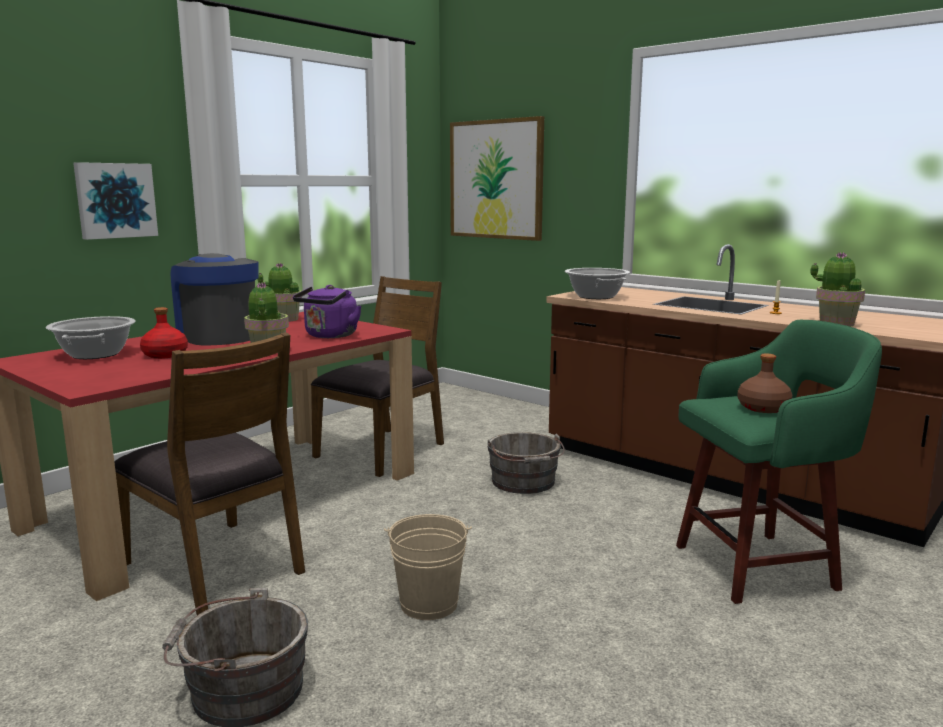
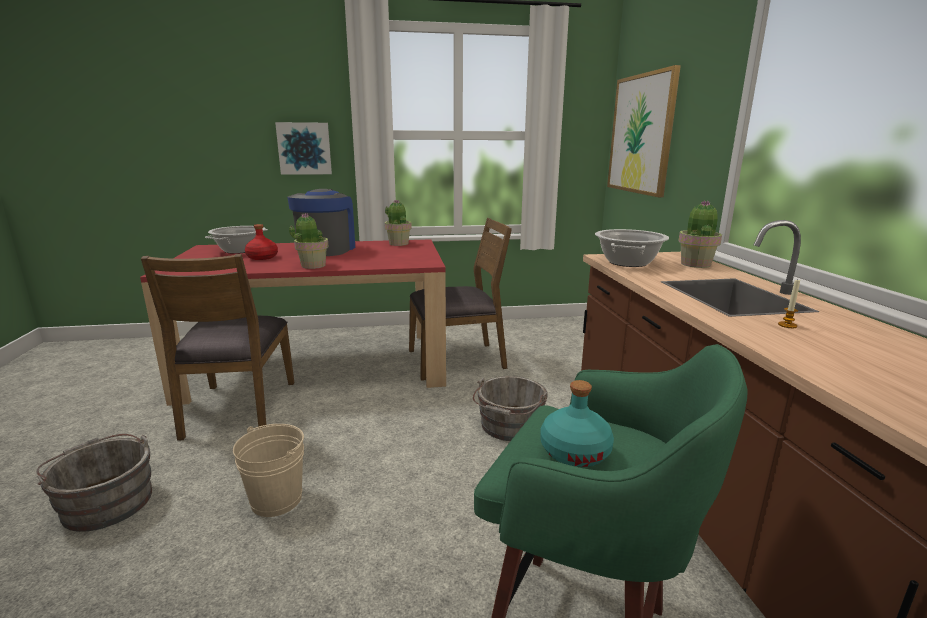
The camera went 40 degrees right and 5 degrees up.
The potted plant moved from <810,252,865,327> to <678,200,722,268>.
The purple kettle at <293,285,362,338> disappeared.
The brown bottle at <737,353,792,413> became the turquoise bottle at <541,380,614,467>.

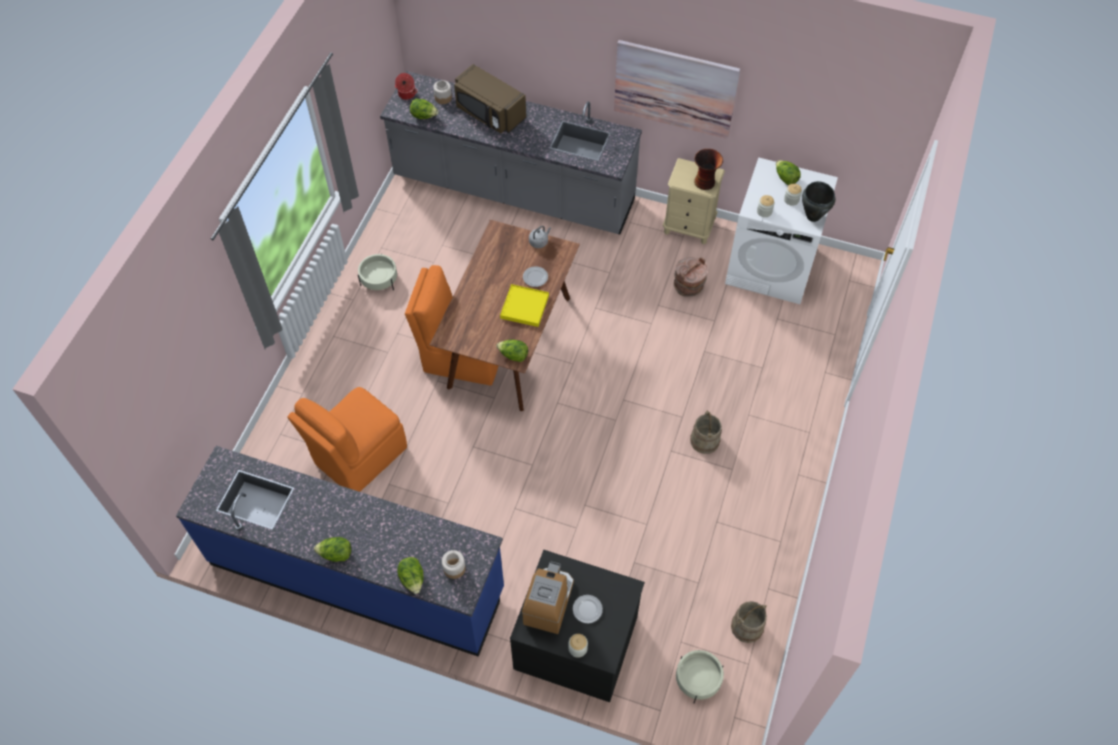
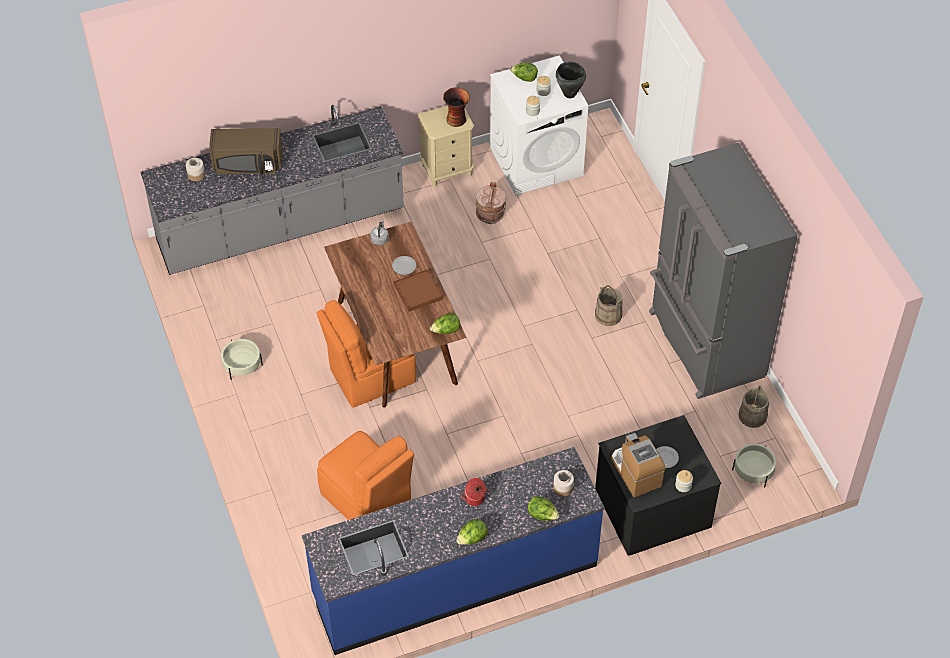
The camera went 40 degrees left and 5 degrees down.
The picture at <614,40,740,139> disappeared.
The cooking pot moved from <395,73,417,100> to <461,478,489,506>.
The lettuce at <410,99,438,119> disappeared.
The yellow tray at <500,284,549,327> became the brown tray at <393,269,443,312>.
The orange chair at <288,387,407,492> turned 45 degrees counterclockwise.
The grey fridge at <649,142,798,399> appeared.

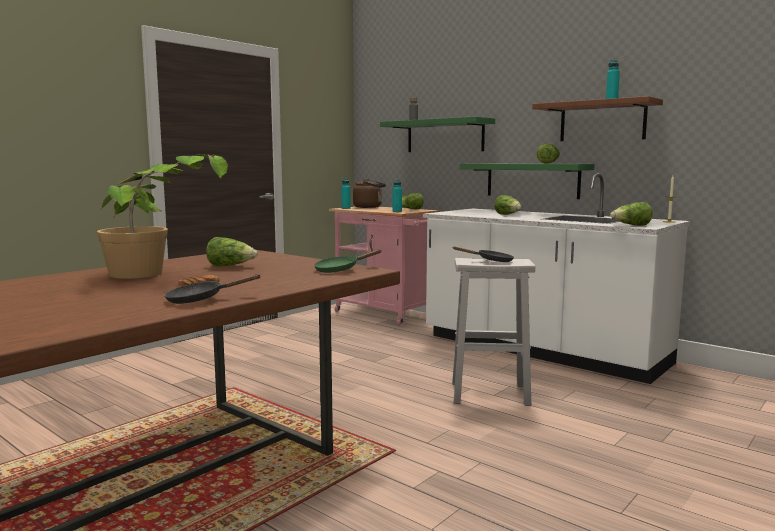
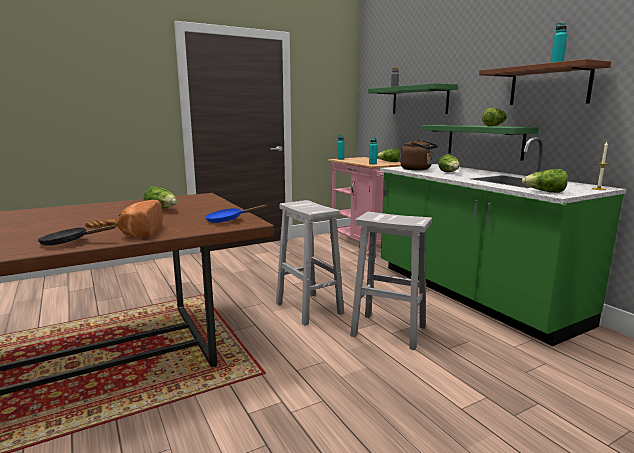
The camera went 20 degrees right and 5 degrees up.
The potted plant at <97,154,228,279> disappeared.
The white counter at <423,173,690,384> became the green counter at <380,137,626,346>.
The brown kettle moved from <353,179,386,208> to <400,139,438,170>.
The black frying pan at <453,247,514,262> disappeared.
The green frying pan at <314,249,381,273> became the blue frying pan at <205,205,268,223>.
The bread at <117,200,163,238> appeared.
The white stool at <276,200,344,326> appeared.

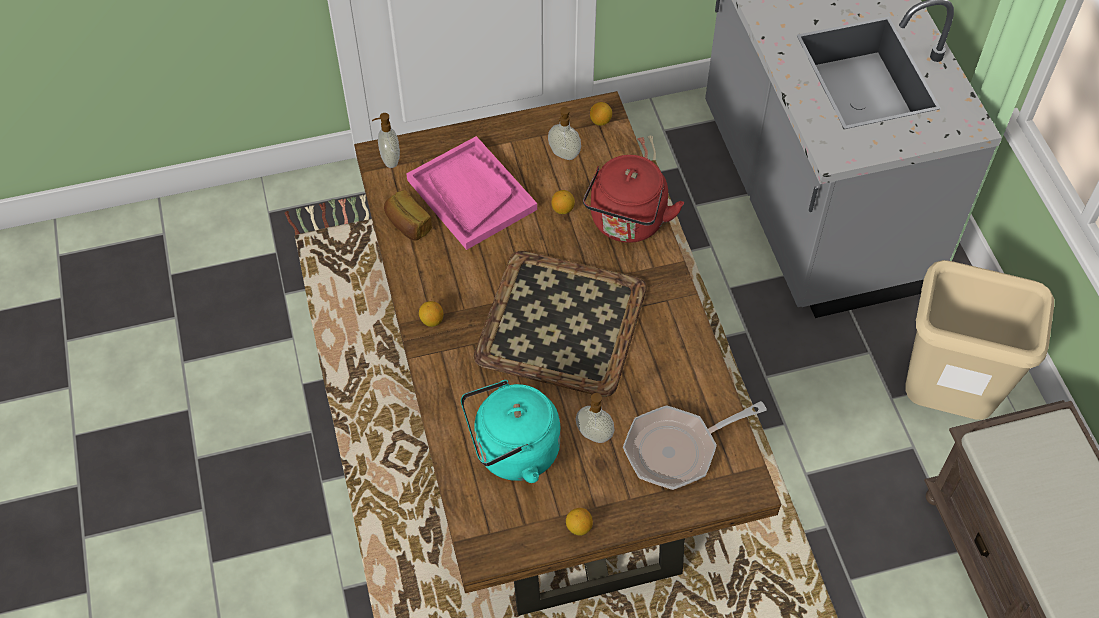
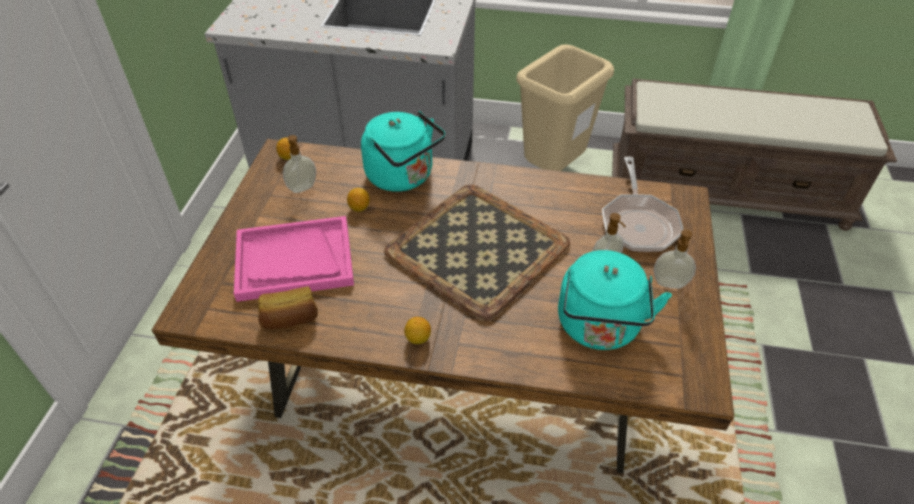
The camera went 65 degrees left and 10 degrees down.
The soap dispenser moved from <372,113,400,168> to <654,230,696,289>.
The red kettle at <583,155,684,243> became the turquoise kettle at <361,111,445,192>.
The lemon at <566,508,593,536> disappeared.

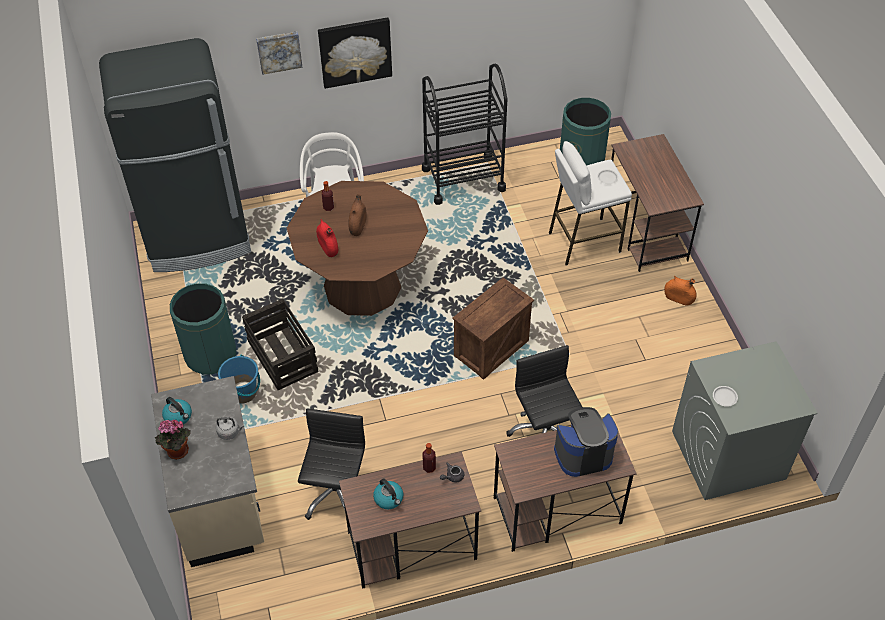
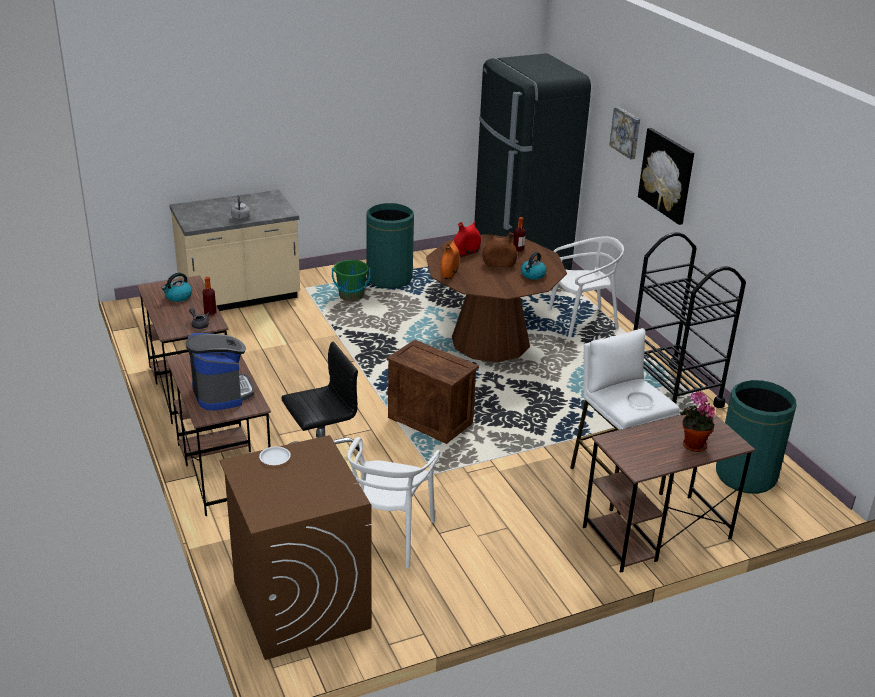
The camera went 80 degrees right and 20 degrees down.
The orange vase moved from <664,276,697,306> to <440,240,459,279>.
The crate at <242,299,319,390> disappeared.
The grey washing machine at <672,341,818,500> became the brown washing machine at <219,435,371,660>.
The blue bucket at <218,355,260,404> became the green bucket at <332,260,371,301>.
The kettle moved from <162,397,192,424> to <521,252,547,280>.
The black office chair at <298,408,365,520> disappeared.
The potted plant moved from <155,419,191,460> to <680,391,715,452>.
The white chair at <347,437,440,568> appeared.

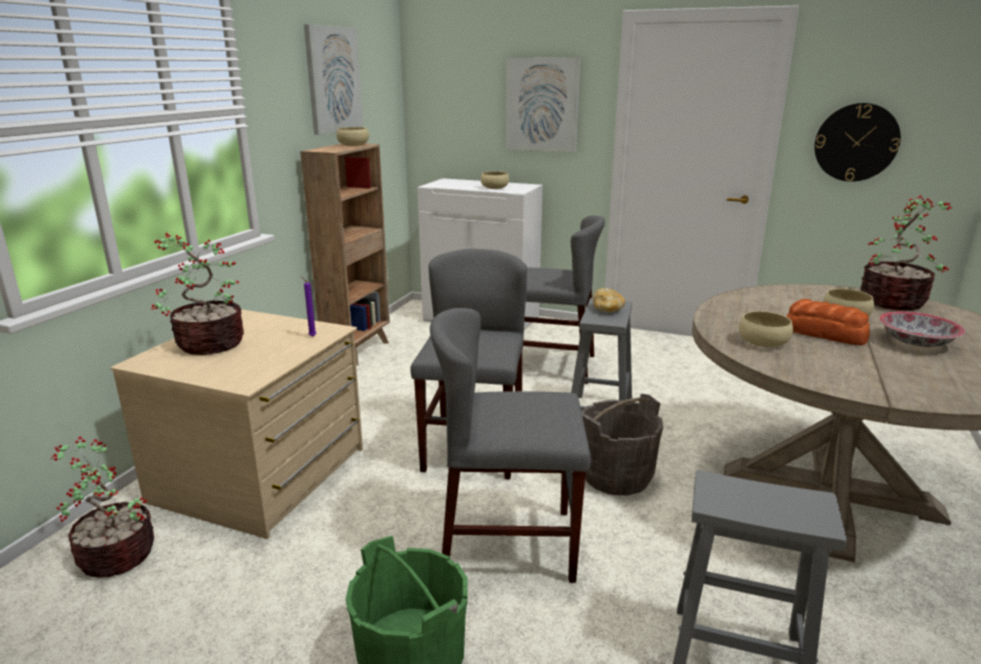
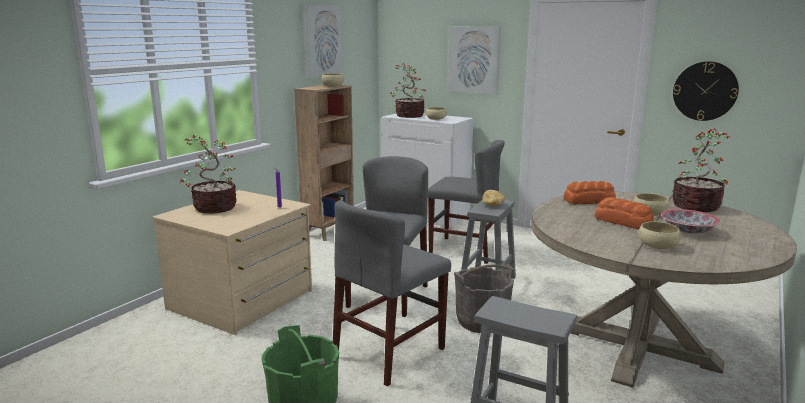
The camera went 10 degrees right and 5 degrees down.
The grey chair at <430,308,591,583> turned 60 degrees counterclockwise.
The beige bowl moved from <739,311,793,347> to <638,222,681,249>.
The potted plant moved from <51,437,154,577> to <389,63,426,118>.
The bread at <564,181,616,204> appeared.

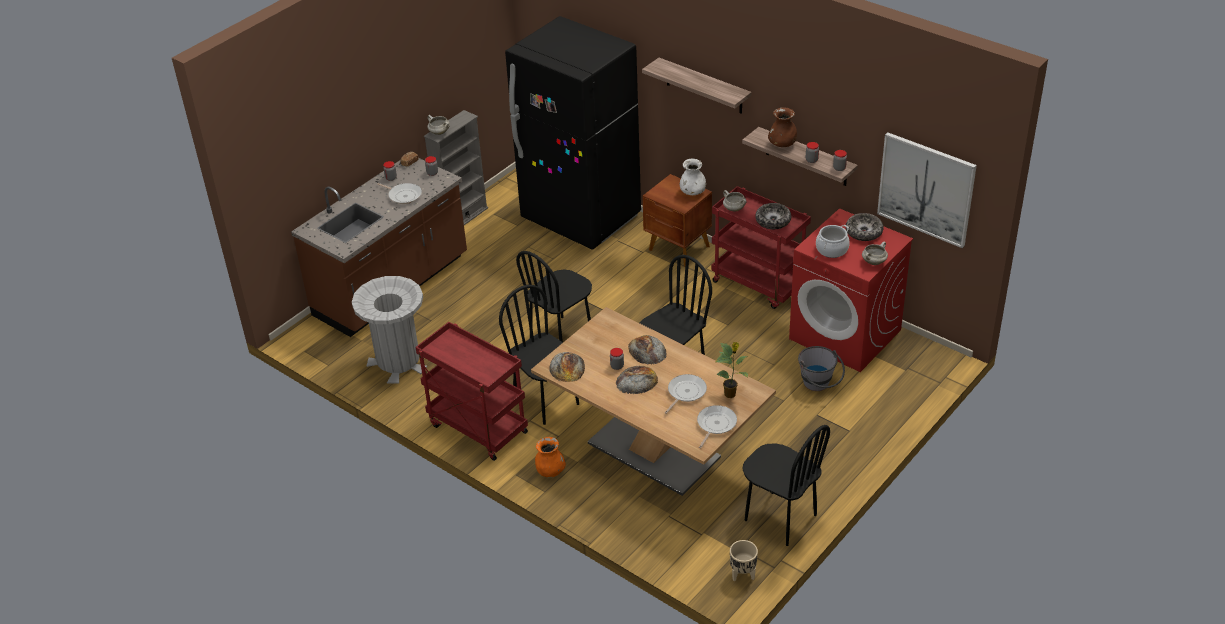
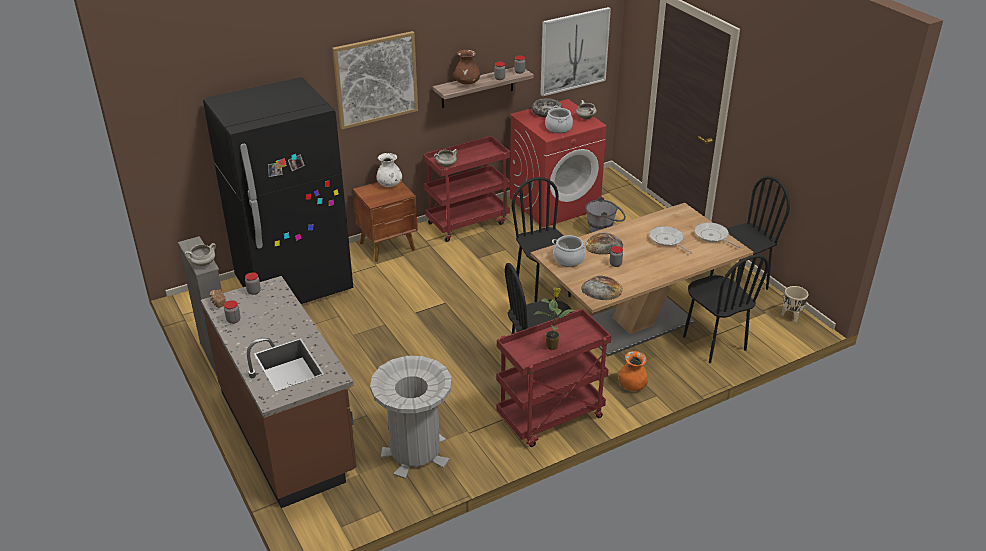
The camera went 70 degrees left and 5 degrees down.
The shelf at <642,58,752,114> was replaced by the picture at <332,31,418,129>.
The frying pan at <377,183,422,204> disappeared.
The bowl at <755,203,791,229> disappeared.
The black chair moved from <516,251,592,342> to <683,255,769,363>.
The potted plant moved from <716,342,748,398> to <535,287,574,350>.
The bread at <616,366,658,394> disappeared.
The cooking pot at <552,235,588,267> appeared.

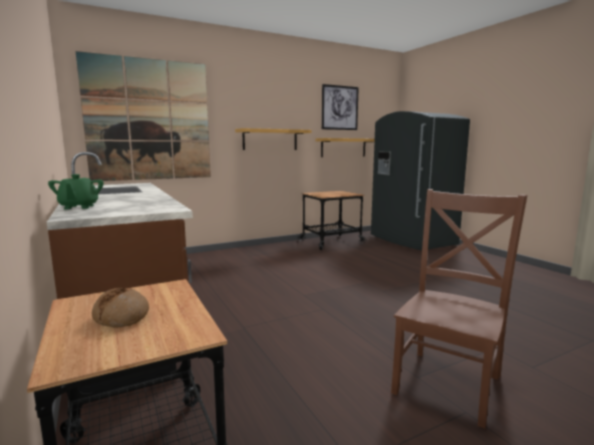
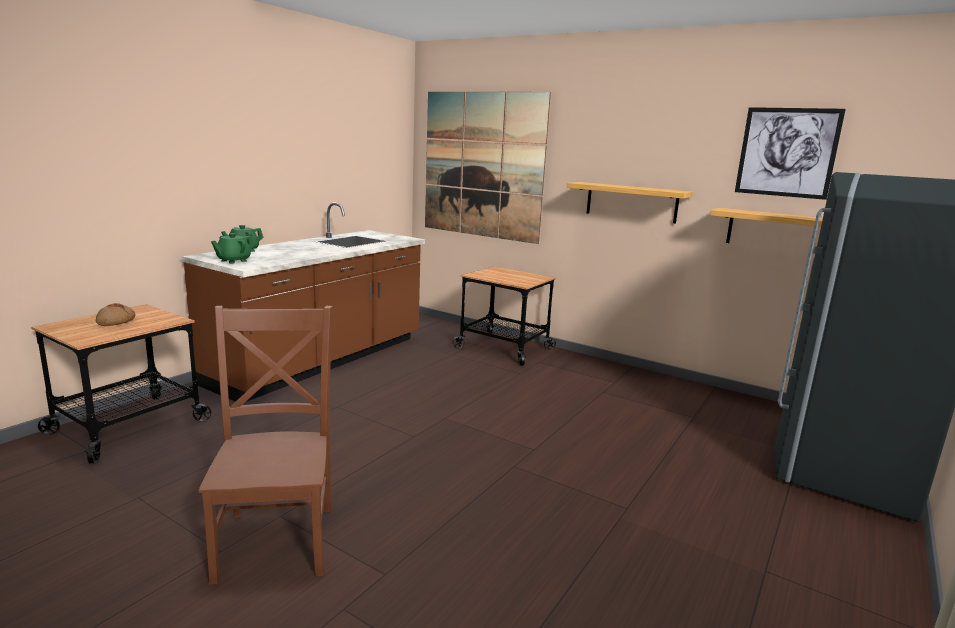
The camera went 60 degrees right and 5 degrees up.
The brown chair at <391,189,527,429> turned 105 degrees counterclockwise.
The cart moved from <298,191,366,250> to <453,266,556,366>.
The green teapot at <211,233,254,264> appeared.

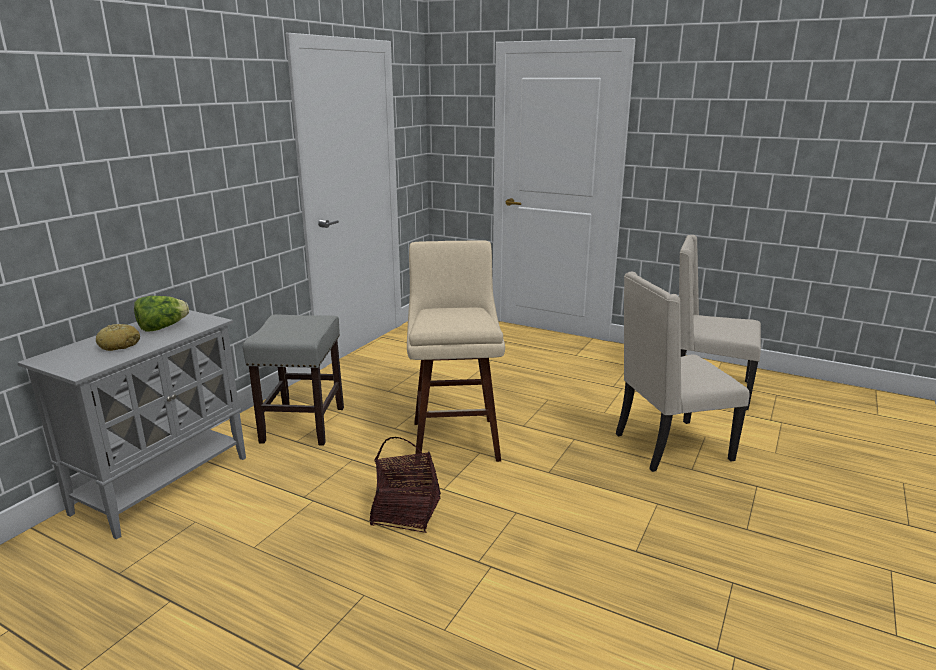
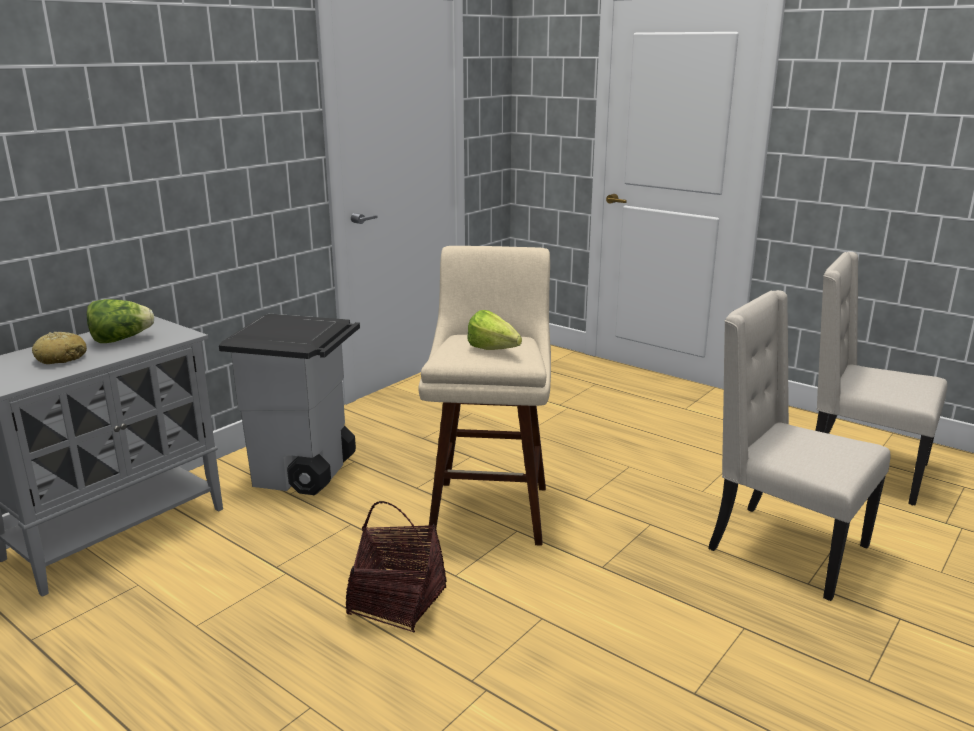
The camera went 10 degrees right and 0 degrees up.
The beige chair at <616,272,750,472> turned 45 degrees clockwise.
The grey stool at <243,314,344,445> was replaced by the grey trash can at <219,314,360,495>.
The lettuce at <467,310,522,350> appeared.

